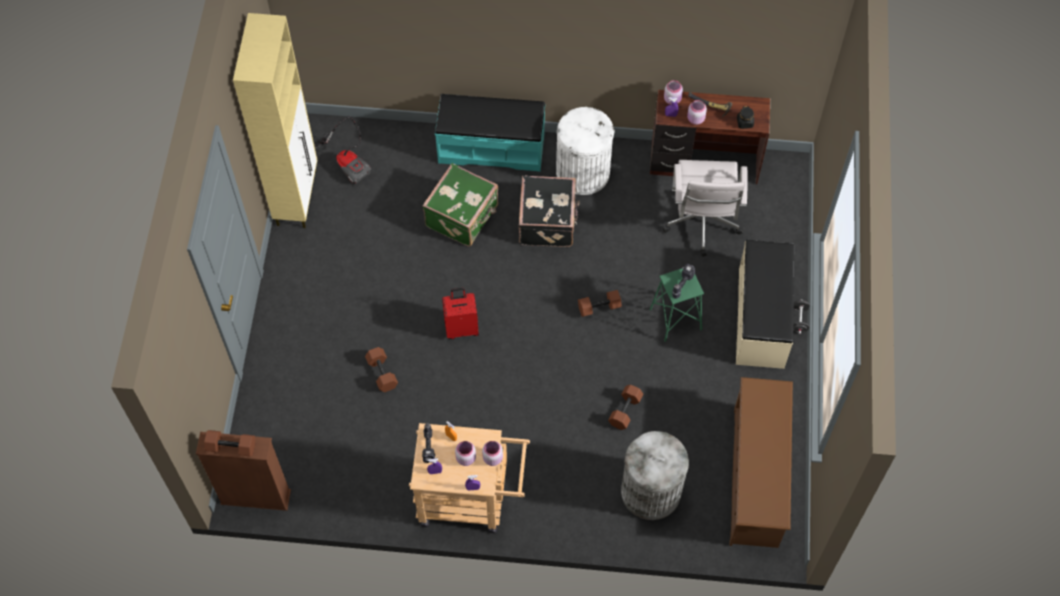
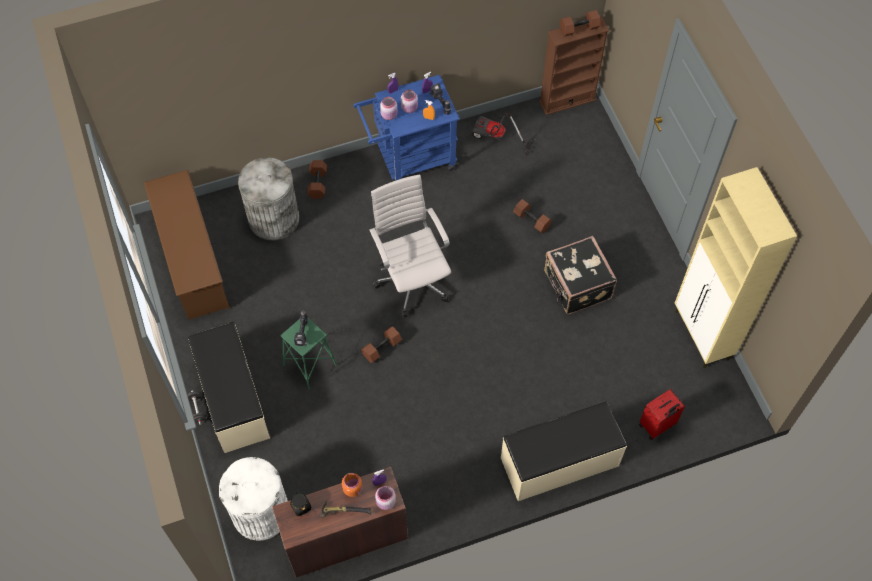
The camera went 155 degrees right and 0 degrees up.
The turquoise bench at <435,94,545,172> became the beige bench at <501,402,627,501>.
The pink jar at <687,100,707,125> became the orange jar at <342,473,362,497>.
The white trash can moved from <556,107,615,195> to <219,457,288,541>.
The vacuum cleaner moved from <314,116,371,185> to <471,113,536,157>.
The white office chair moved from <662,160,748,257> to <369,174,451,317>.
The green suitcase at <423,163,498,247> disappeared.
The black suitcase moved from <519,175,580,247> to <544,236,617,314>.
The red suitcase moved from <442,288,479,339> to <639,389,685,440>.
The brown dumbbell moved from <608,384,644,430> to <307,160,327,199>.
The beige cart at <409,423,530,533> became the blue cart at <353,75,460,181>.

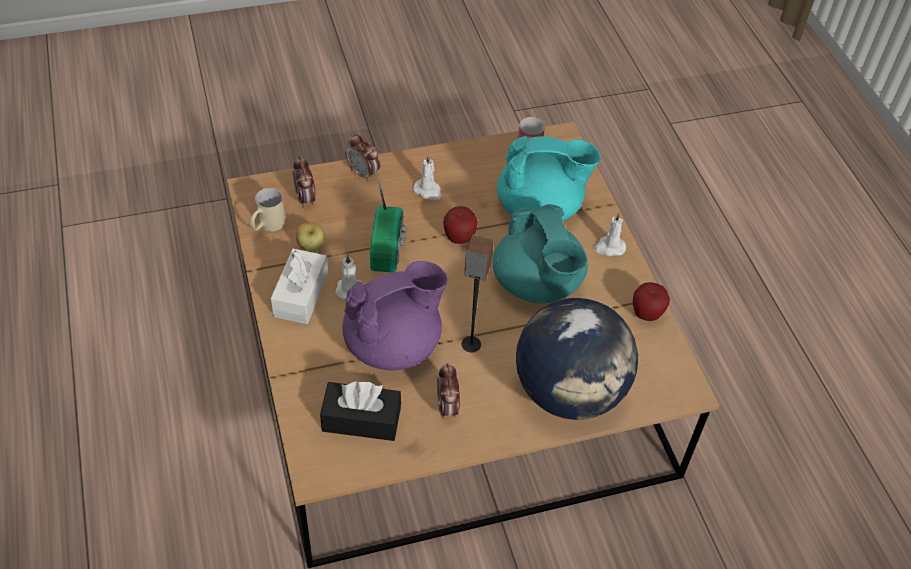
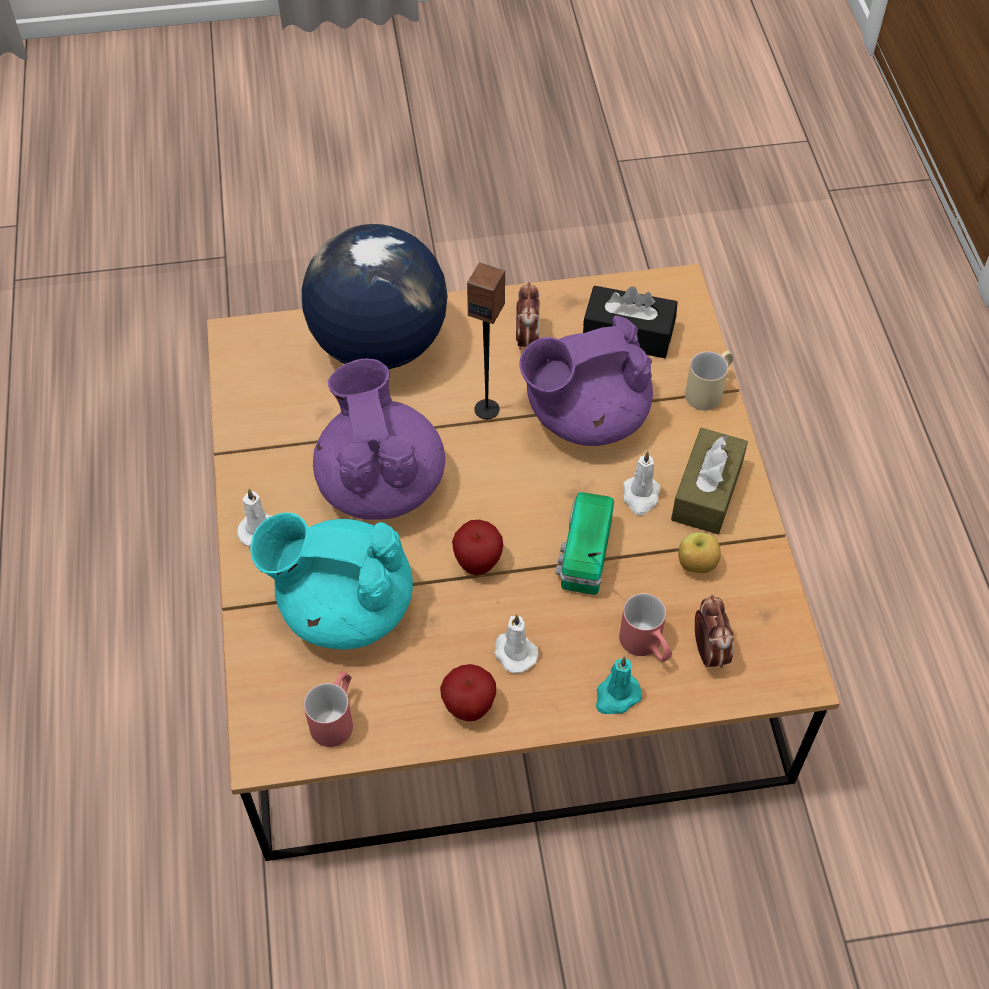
The camera went 170 degrees left and 5 degrees up.
The alarm clock at <346,134,380,182> was replaced by the turquoise candle at <596,656,642,714>.
The beige mug moved from <249,188,286,232> to <685,351,734,410>.
The turquoise teapot at <493,204,588,304> became the purple teapot at <313,358,445,520>.
The white tissue box at <270,249,328,324> became the brown tissue box at <671,428,748,534>.
The apple moved from <633,282,670,321> to <440,664,496,721>.
The red mug at <619,593,672,662> appeared.

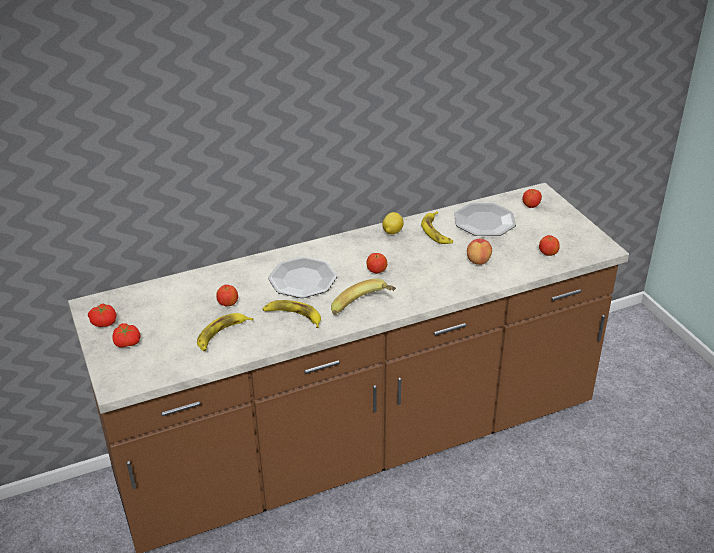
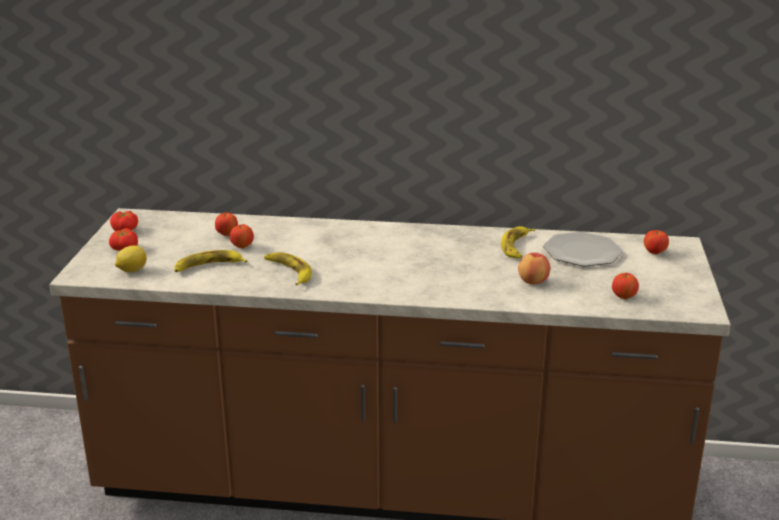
The camera went 30 degrees right and 10 degrees down.
The lemon moved from <382,212,404,234> to <115,246,147,272>.
The apple moved from <367,253,387,274> to <215,213,238,236>.
The plate at <268,257,337,298> disappeared.
The banana at <331,279,396,315> disappeared.

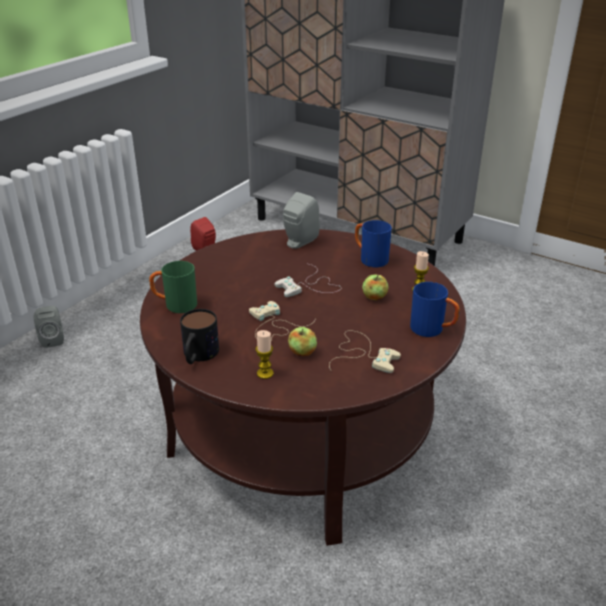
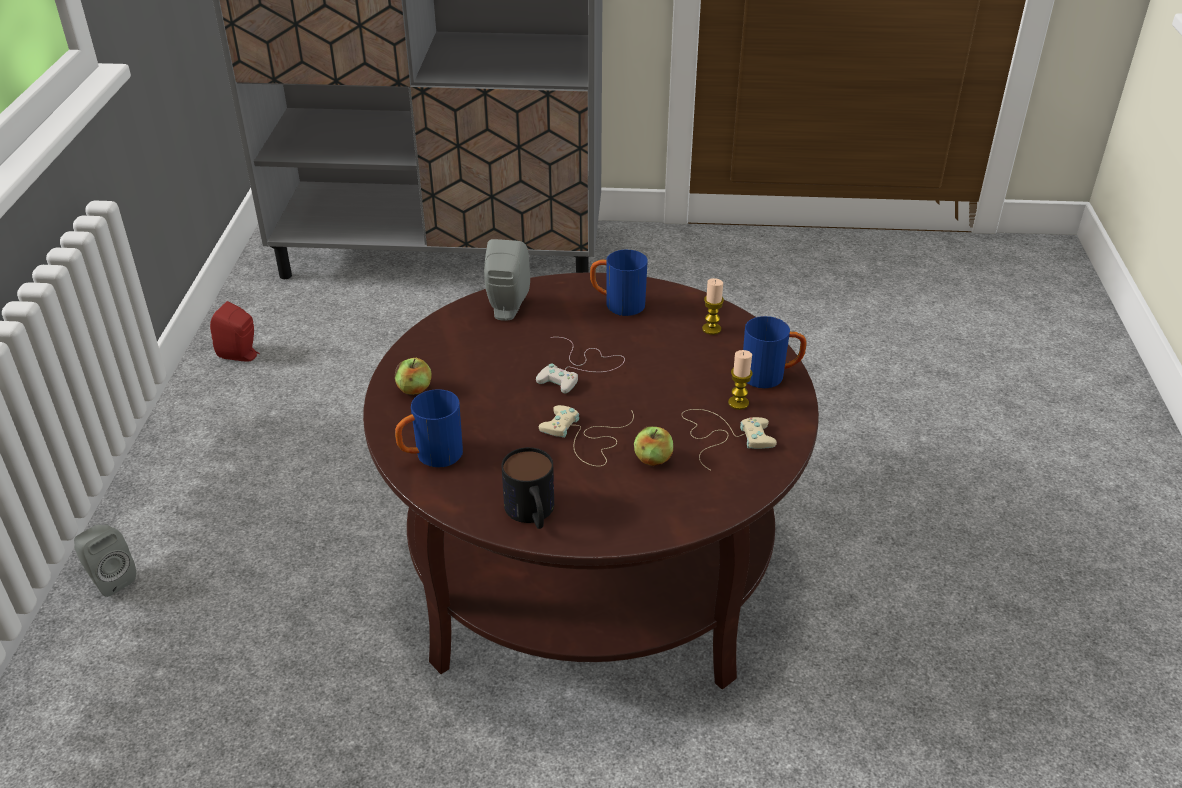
The camera went 30 degrees left and 5 degrees up.
The green mug at <149,261,197,313> became the blue mug at <395,389,463,467>.
The apple moved from <362,275,389,301> to <395,358,432,395>.
The candle moved from <256,330,274,379> to <728,350,753,410>.

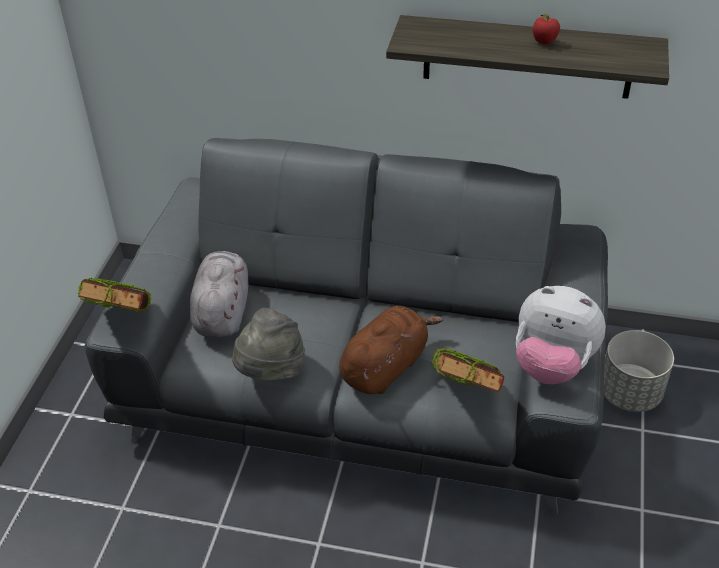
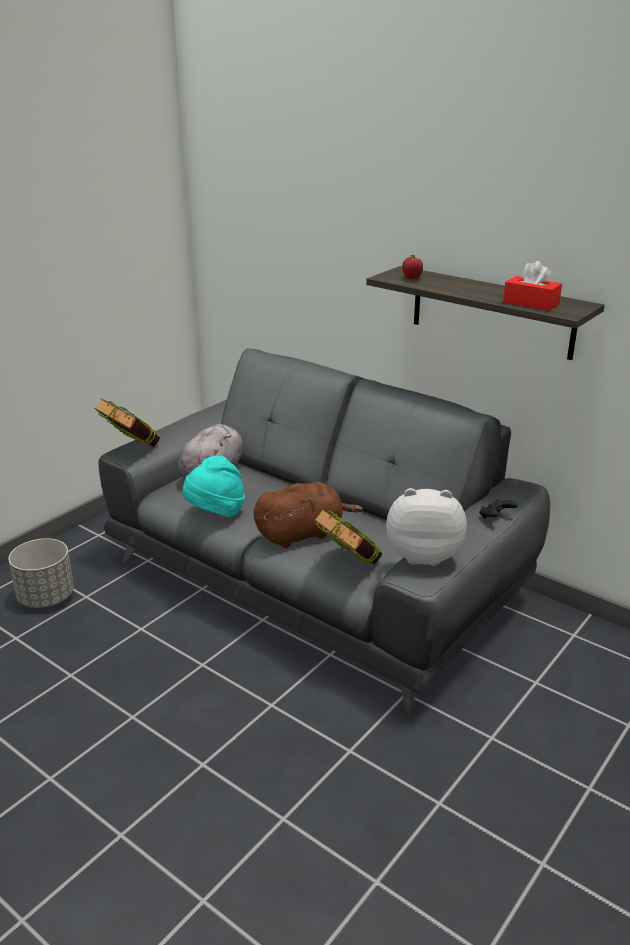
The camera went 25 degrees right and 15 degrees down.
The apple moved from <533,14,560,44> to <402,254,423,279>.
The plush toy at <516,286,606,384> turned 135 degrees clockwise.
The grey hat at <232,308,305,380> became the turquoise hat at <182,455,245,517>.
The grey planter moved from <604,330,674,412> to <8,538,74,608>.
The red tissue box at <503,261,562,311> appeared.
The black game controller at <479,499,518,519> appeared.

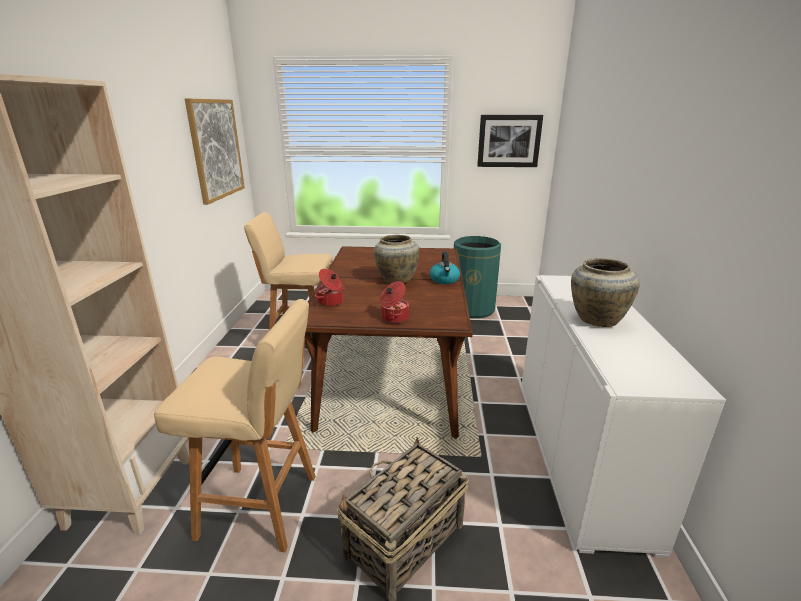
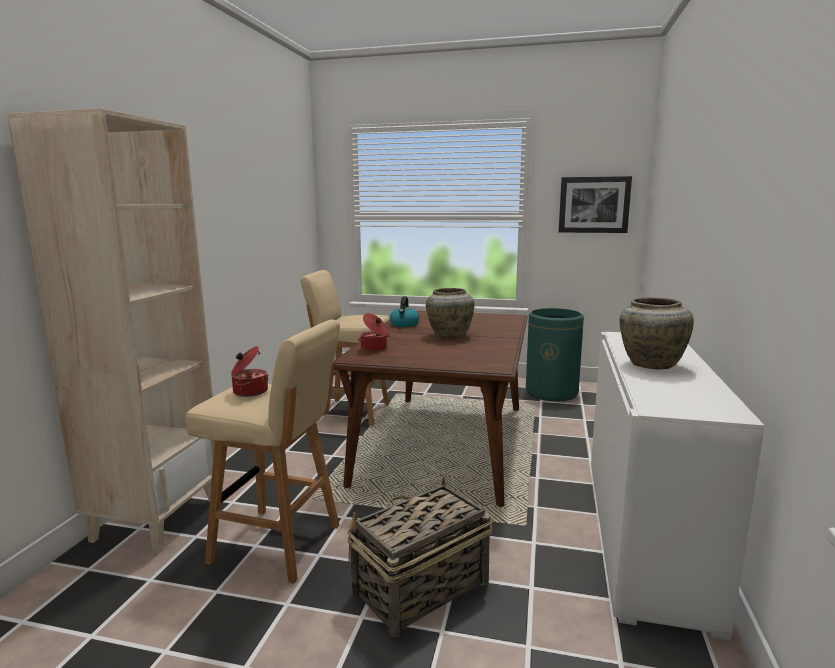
The camera went 10 degrees right and 10 degrees down.
The picture at <185,99,245,205> disappeared.
The kettle moved from <430,252,460,284> to <390,296,419,327>.
The cooking pot moved from <380,281,410,323> to <231,346,269,397>.

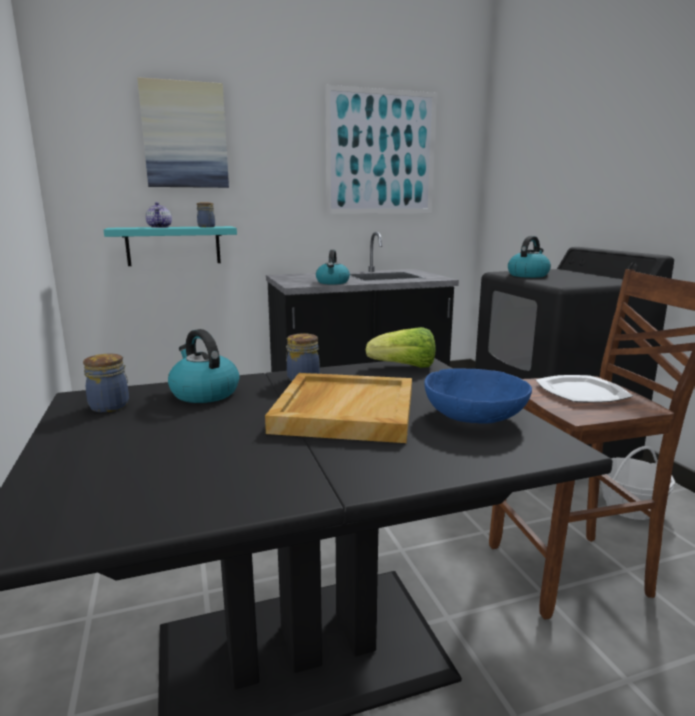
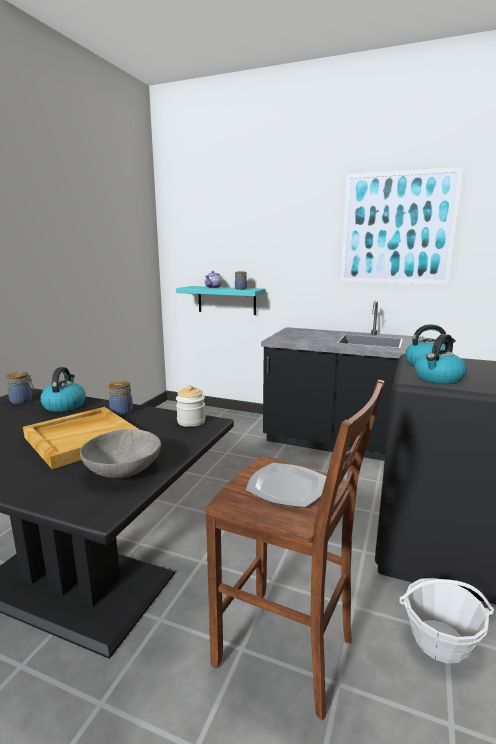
The camera went 40 degrees right and 0 degrees up.
The picture at <137,77,229,188> disappeared.
The kettle moved from <316,250,350,285> to <415,334,467,384>.
The lettuce at <366,327,435,368> was replaced by the jar at <176,385,205,427>.
The blue bowl at <424,368,532,424> became the grey bowl at <80,429,161,478>.

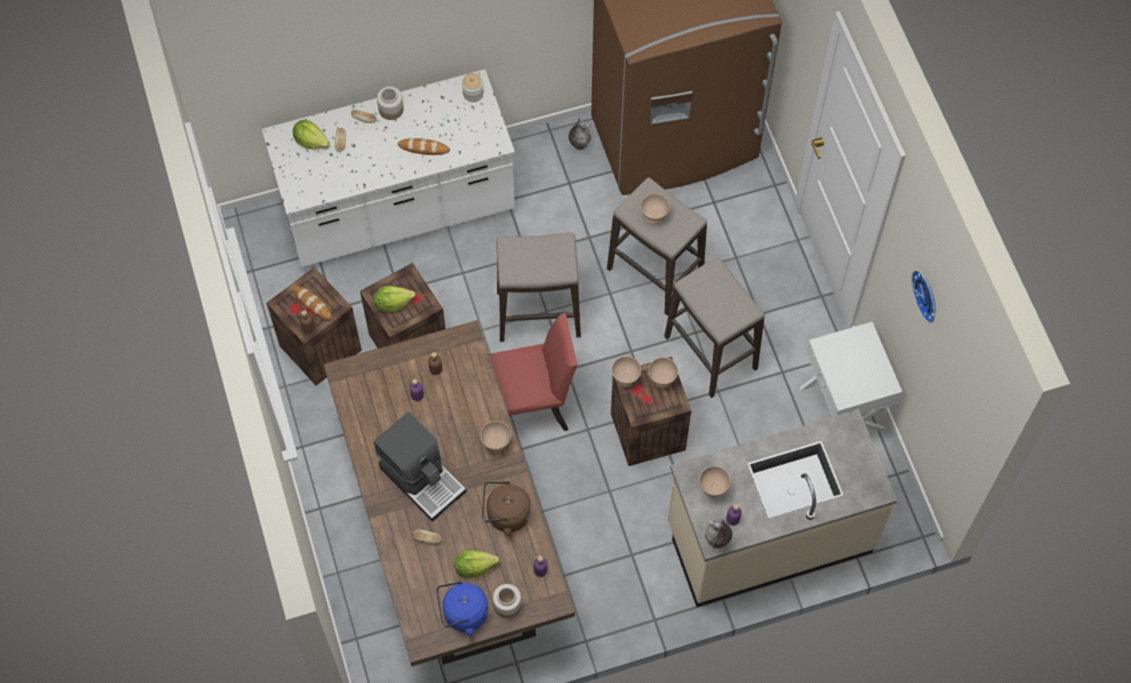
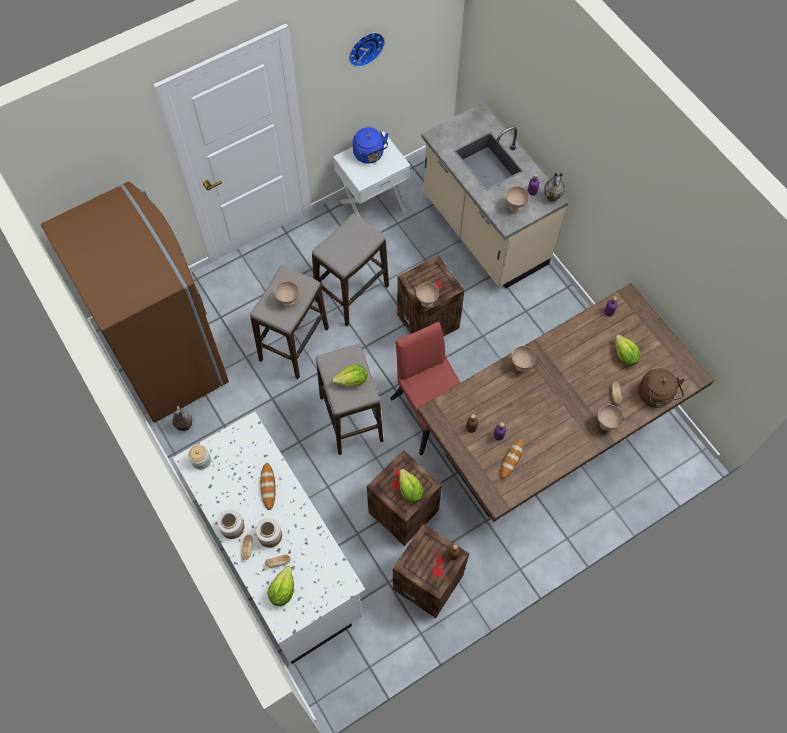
The camera went 105 degrees left and 0 degrees up.
The bread moved from <293,286,332,320> to <500,438,524,479>.
The beige bowl moved from <648,357,678,388> to <598,405,623,431>.
The coffee machine at <374,412,466,522> disappeared.
The brown kettle moved from <482,481,531,536> to <639,368,685,408>.
The blue kettle moved from <436,581,488,637> to <353,127,389,164>.
The jar moved from <493,584,521,618> to <256,518,282,548>.
The lettuce at <332,365,368,386> appeared.

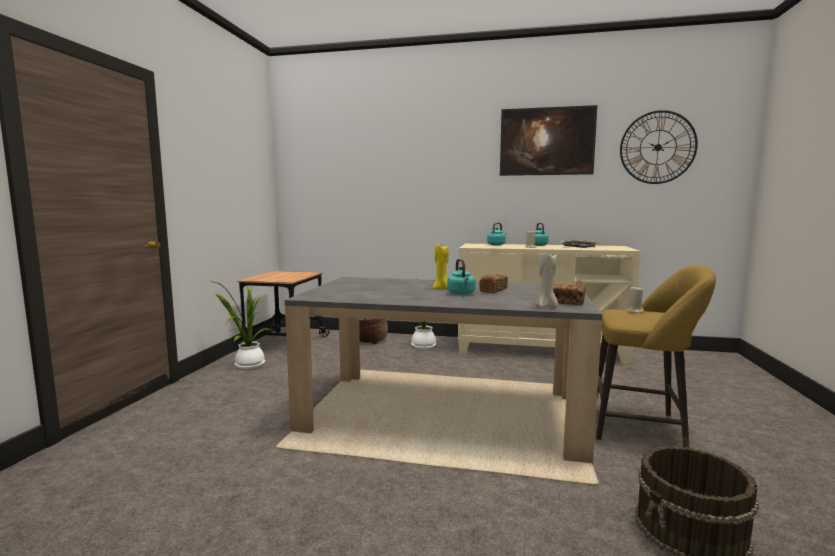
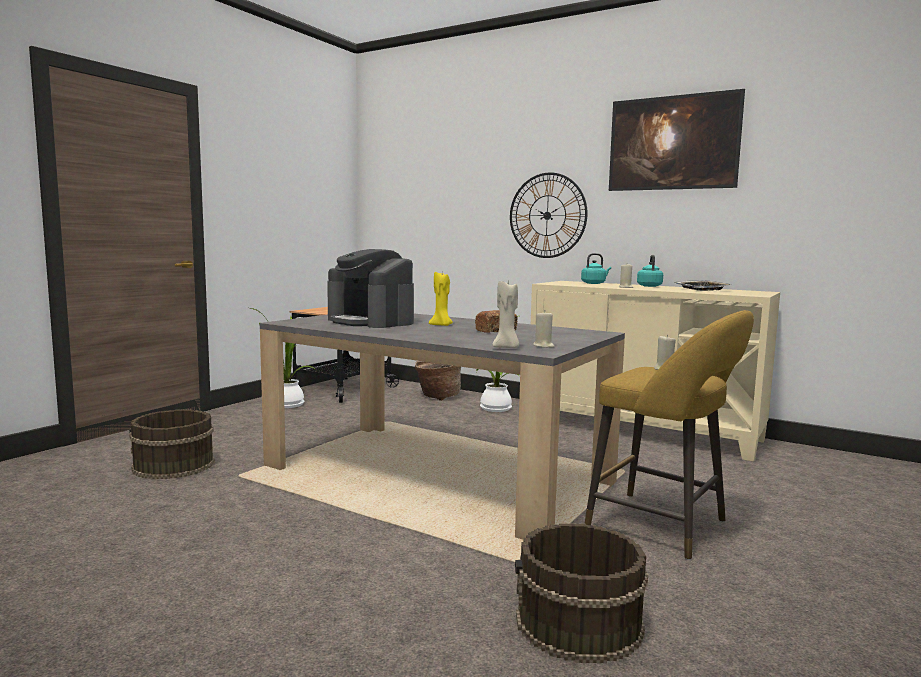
The camera went 20 degrees right and 0 degrees up.
The wall clock moved from <620,110,698,184> to <510,173,587,258>.
The turquoise kettle at <447,259,476,295> disappeared.
The bread at <553,284,585,305> was replaced by the beige candle at <533,311,555,348>.
The coffee machine at <327,249,414,328> appeared.
The brown bucket at <129,410,215,479> appeared.

